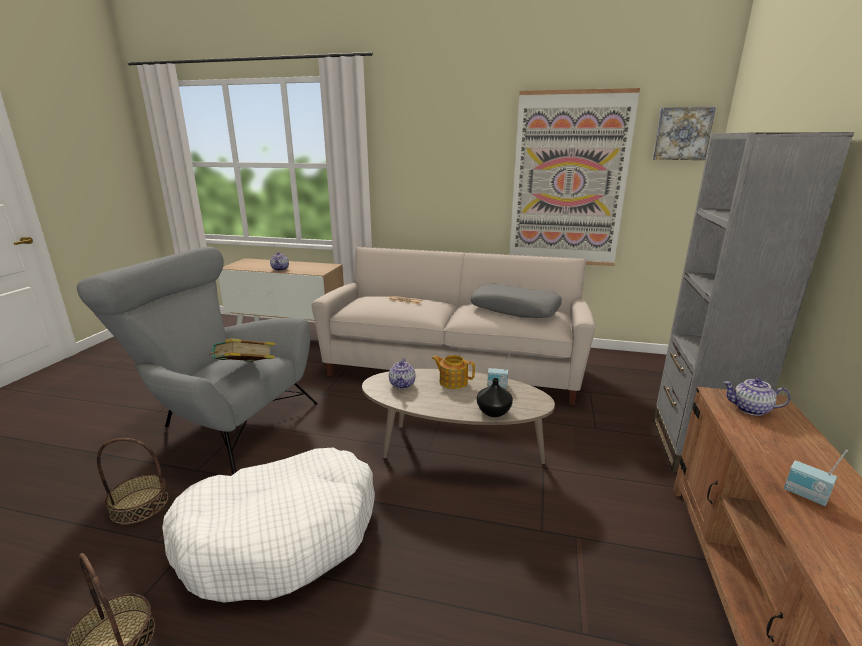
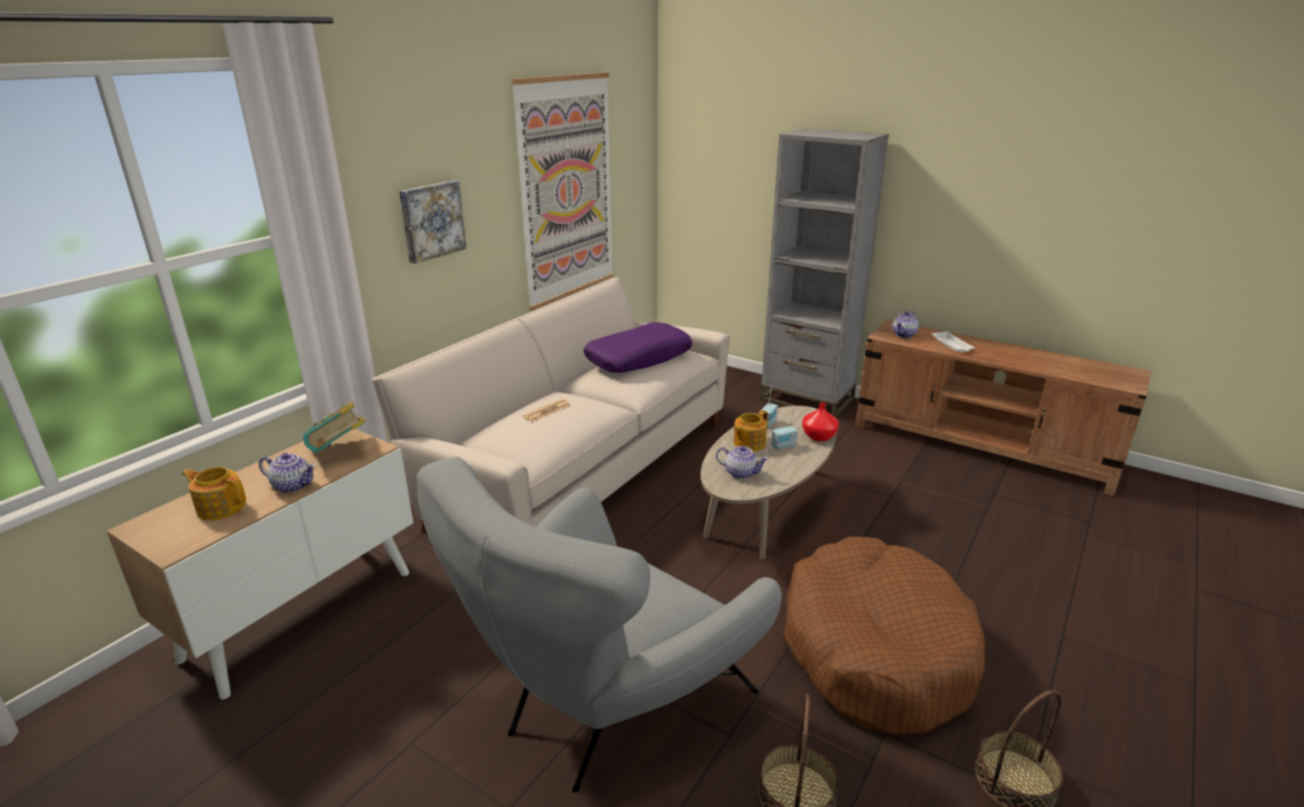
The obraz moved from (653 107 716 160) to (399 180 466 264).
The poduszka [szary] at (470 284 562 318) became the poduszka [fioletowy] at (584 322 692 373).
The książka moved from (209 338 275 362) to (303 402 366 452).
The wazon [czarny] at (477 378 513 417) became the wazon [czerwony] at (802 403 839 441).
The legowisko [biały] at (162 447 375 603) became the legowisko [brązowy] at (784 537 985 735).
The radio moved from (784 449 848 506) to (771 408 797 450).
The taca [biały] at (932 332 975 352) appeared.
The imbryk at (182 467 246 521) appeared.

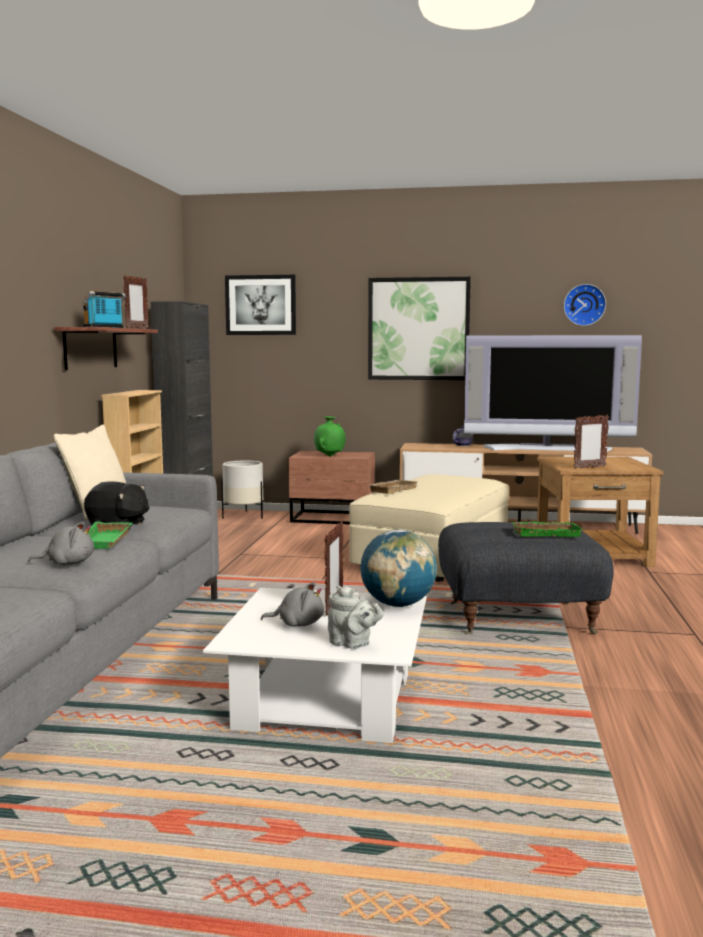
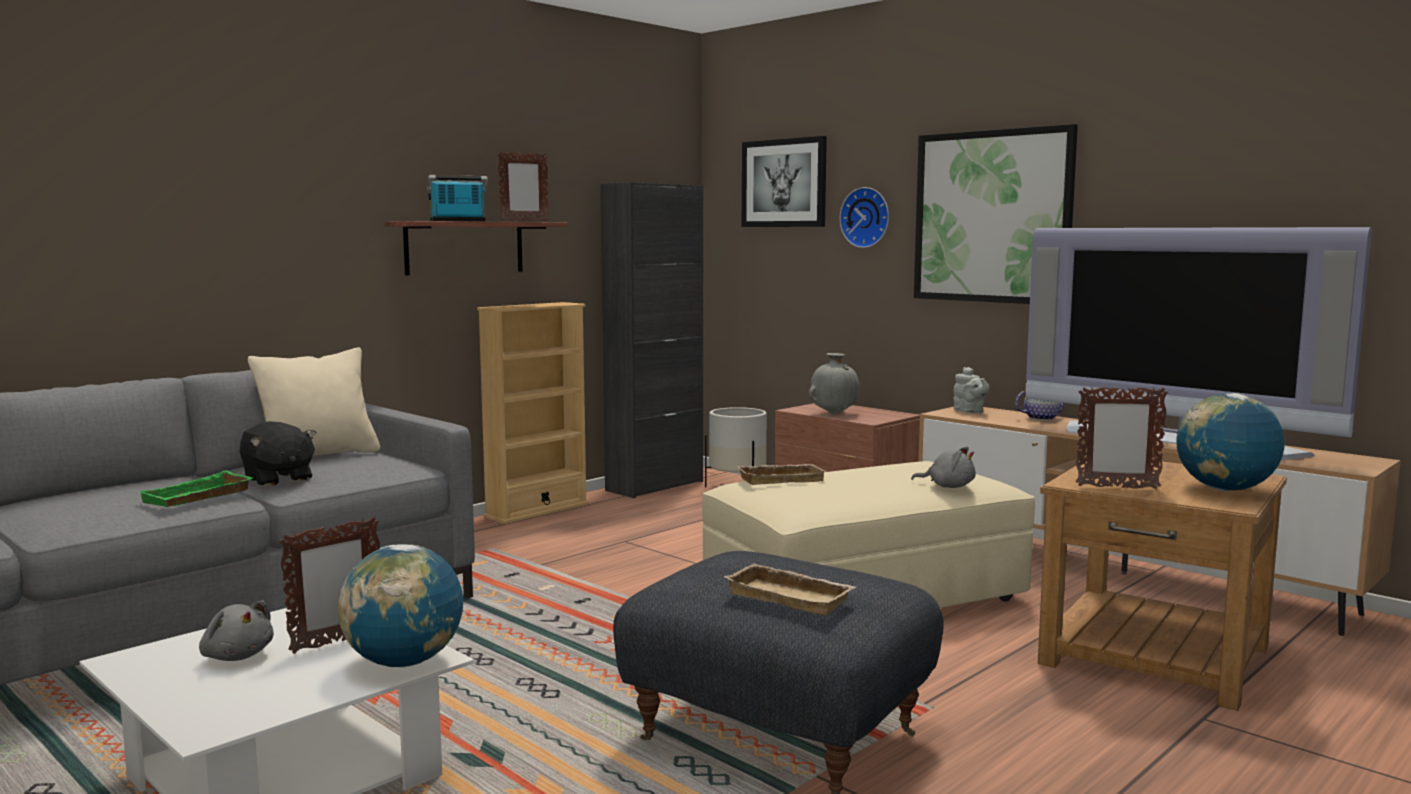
The zegar ścienny moved from (564 284 606 326) to (839 187 889 248).
The wazon [zielony] at (314 416 346 456) became the wazon [szary] at (809 353 860 415).
The pluszak [szary] moved from (28 521 94 565) to (911 446 976 488).
The taca [zielony] at (511 521 583 537) became the taca [beżowy] at (724 563 856 615).
The imbryk [szary] moved from (328 586 384 649) to (953 367 989 413).
The globus at (1176 393 1285 491) appeared.

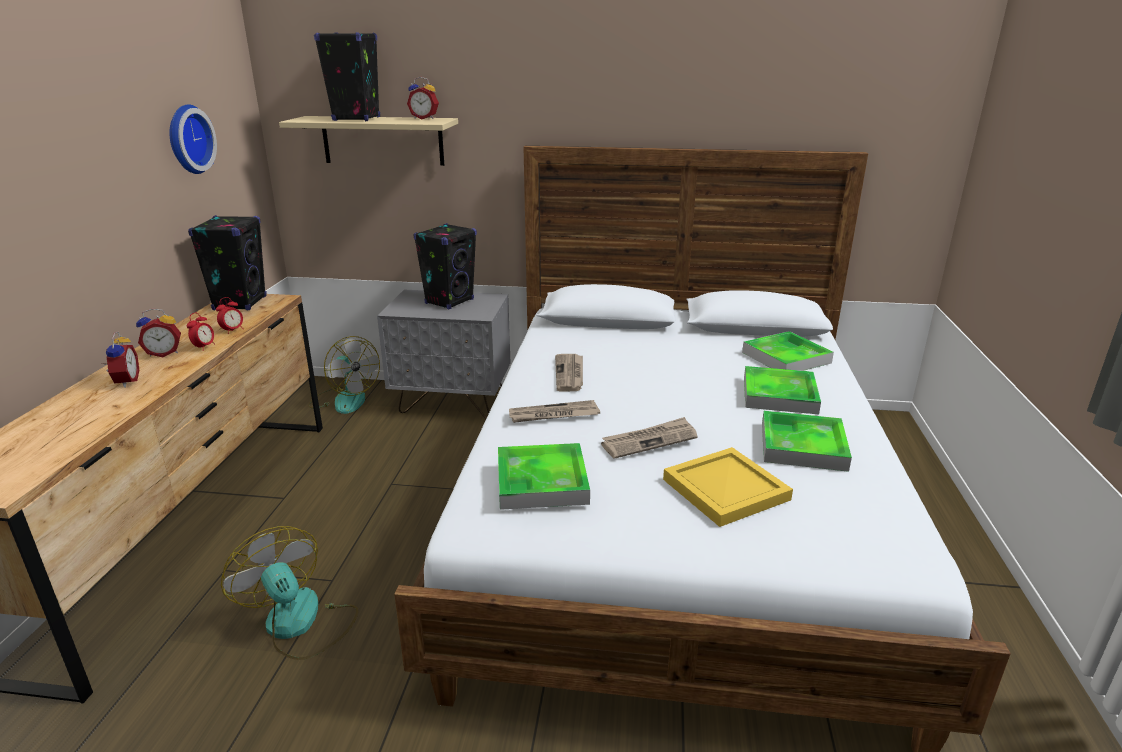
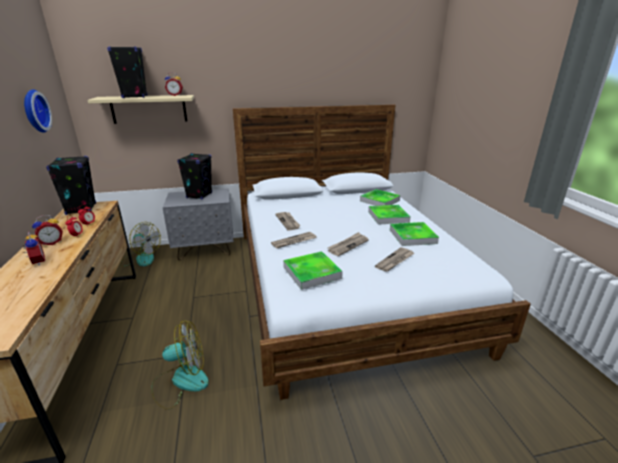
The taca [żółty] at (663 447 793 527) was replaced by the gazeta at (375 247 415 272).
The wentylator at (221 526 358 660) turned 135 degrees clockwise.

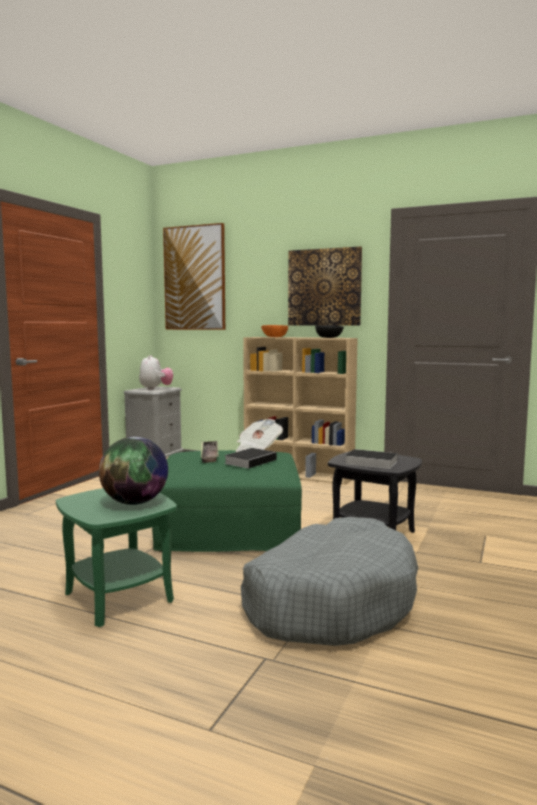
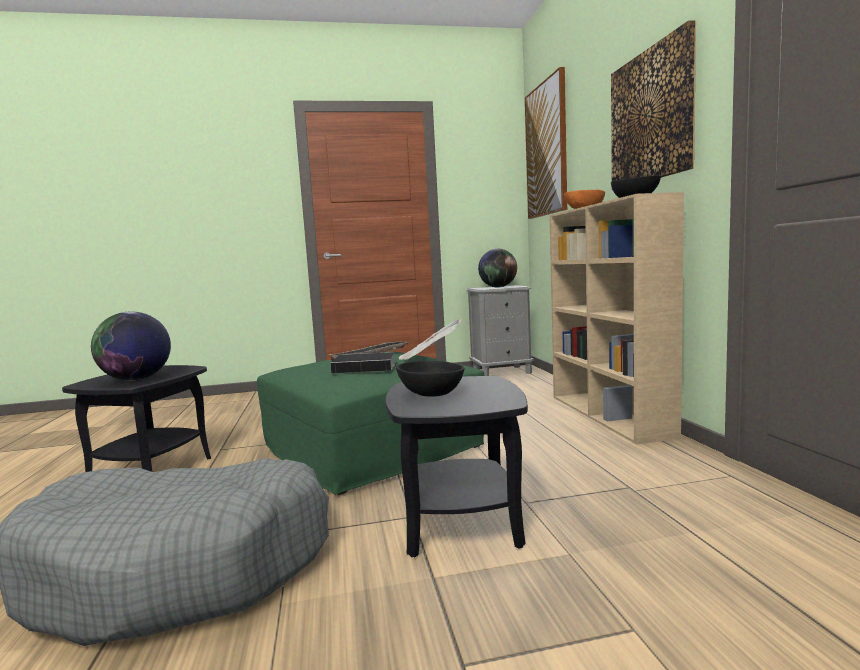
The pluszak at (139 355 173 390) was replaced by the globus at (478 249 517 288).
The książka at (345 449 398 469) was replaced by the miska [czarny] at (396 361 464 397).
The stolik [zielony] at (56 488 177 627) became the stolik [czarny] at (62 365 211 472).

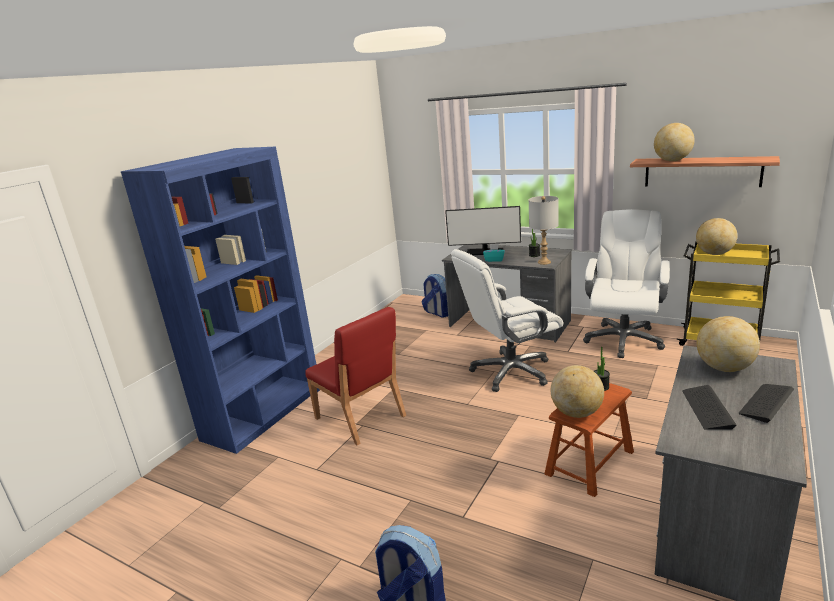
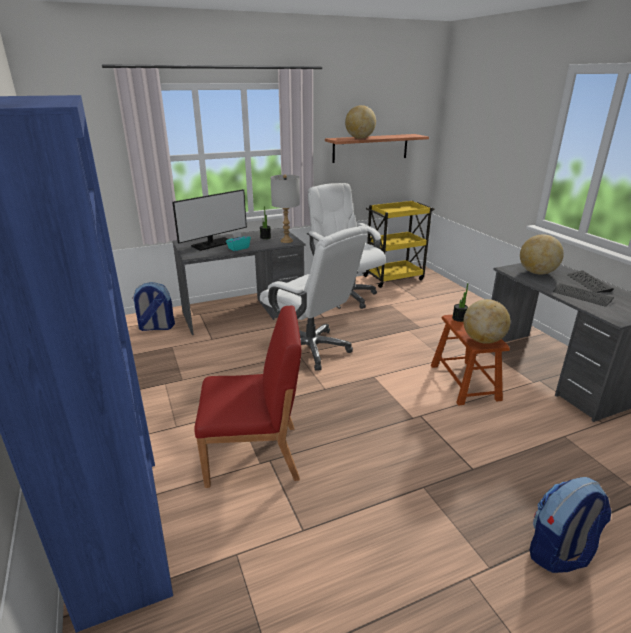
The globus at (696 218 737 255) disappeared.
The krzesło biurowe [biały] at (451 249 563 392) turned 60 degrees counterclockwise.

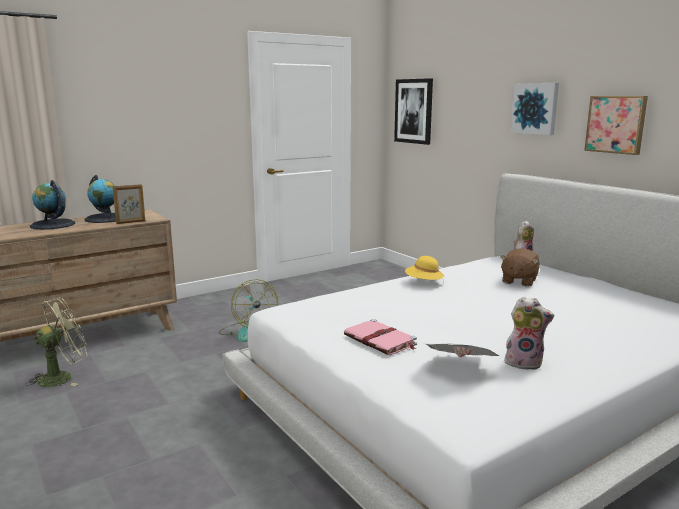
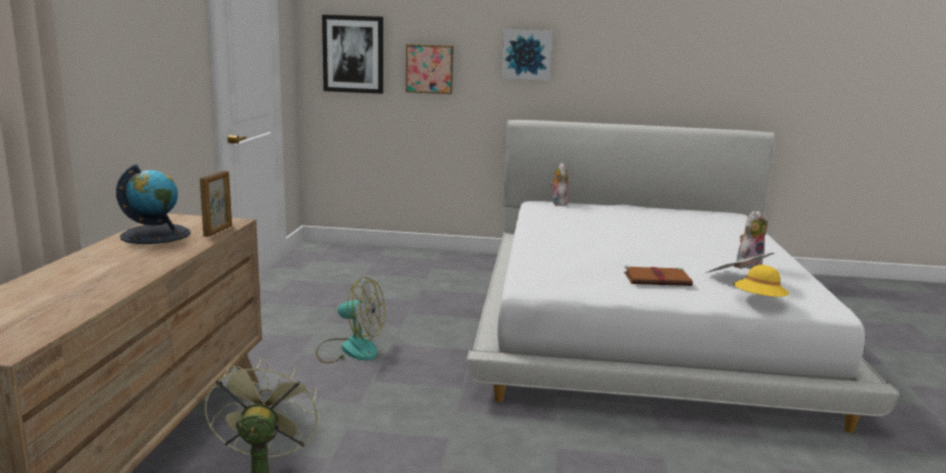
The obraz moved from (584 96 648 155) to (406 44 454 94).
The globus at (30 180 75 230) disappeared.
The pluszak [brązowy] at (500 248 540 287) disappeared.
The kapelusz [żółty] moved from (405 256 444 280) to (733 265 789 297).
The książka [różowy] at (344 319 417 355) became the książka [brązowy] at (624 266 693 286).

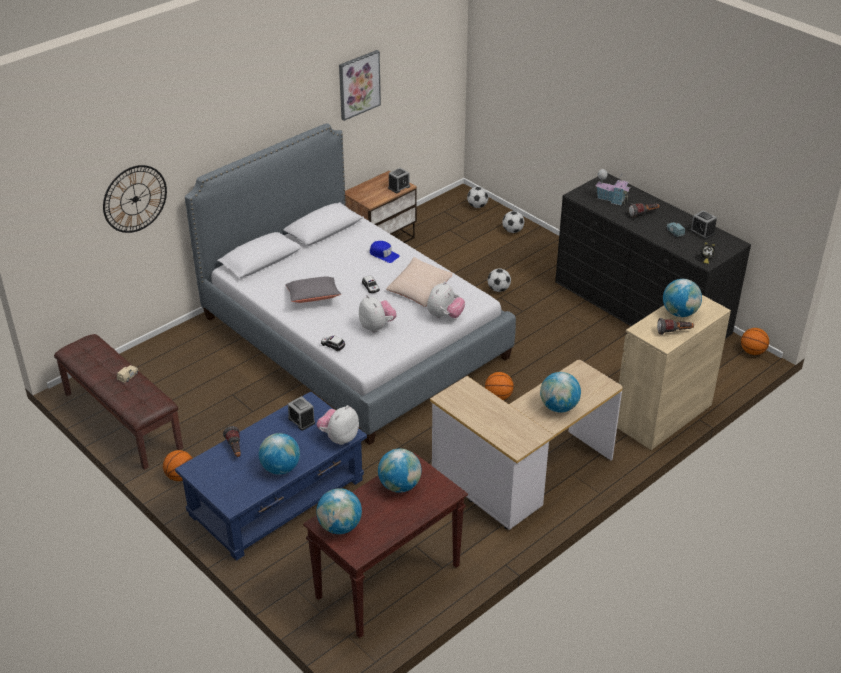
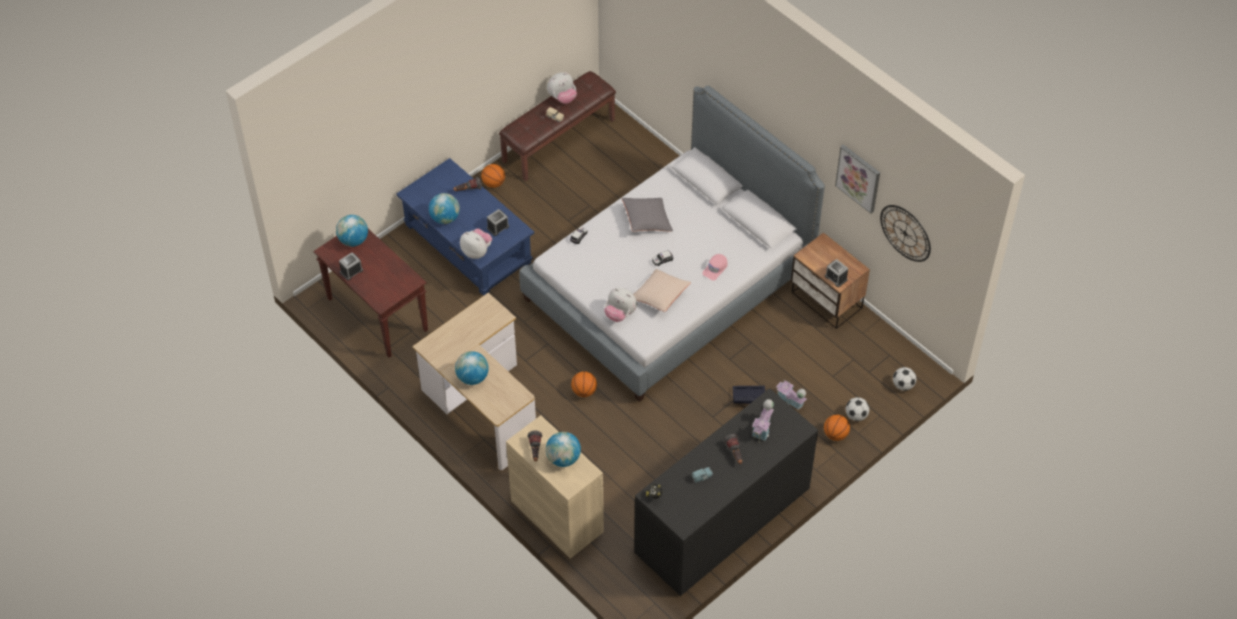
The zegar ścienny moved from (103 165 167 233) to (880 205 931 262).
The budzik moved from (690 210 717 240) to (339 252 363 280).
The czapka z daszkiem [niebieski] at (370 241 400 263) became the czapka z daszkiem [różowy] at (702 254 728 281).
The piłka futbolowa at (488 268 511 292) was replaced by the pojemnik do przechowywania [czarny] at (733 386 765 404).
The pluszak moved from (359 295 396 332) to (547 72 577 104).
The piłka do koszykówki moved from (741 328 769 355) to (824 415 850 441).
The globus at (378 448 422 493) disappeared.
The domek at (776 379 807 410) appeared.

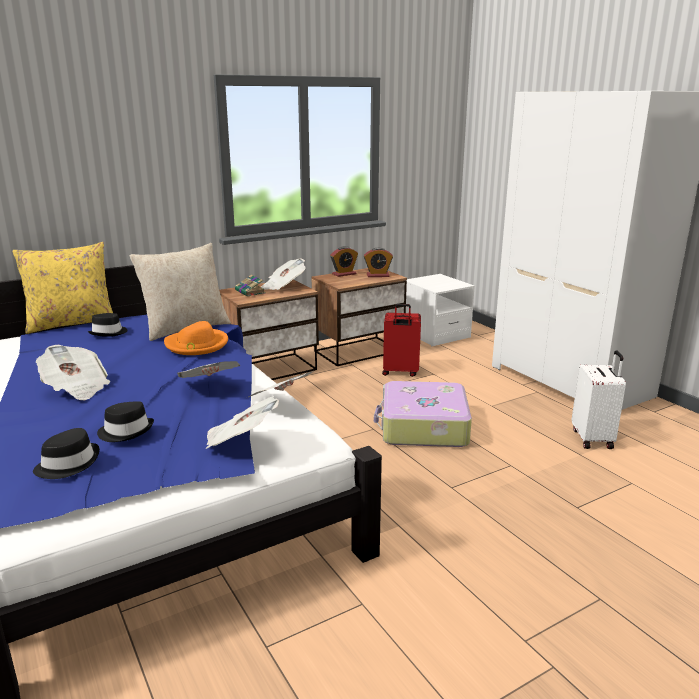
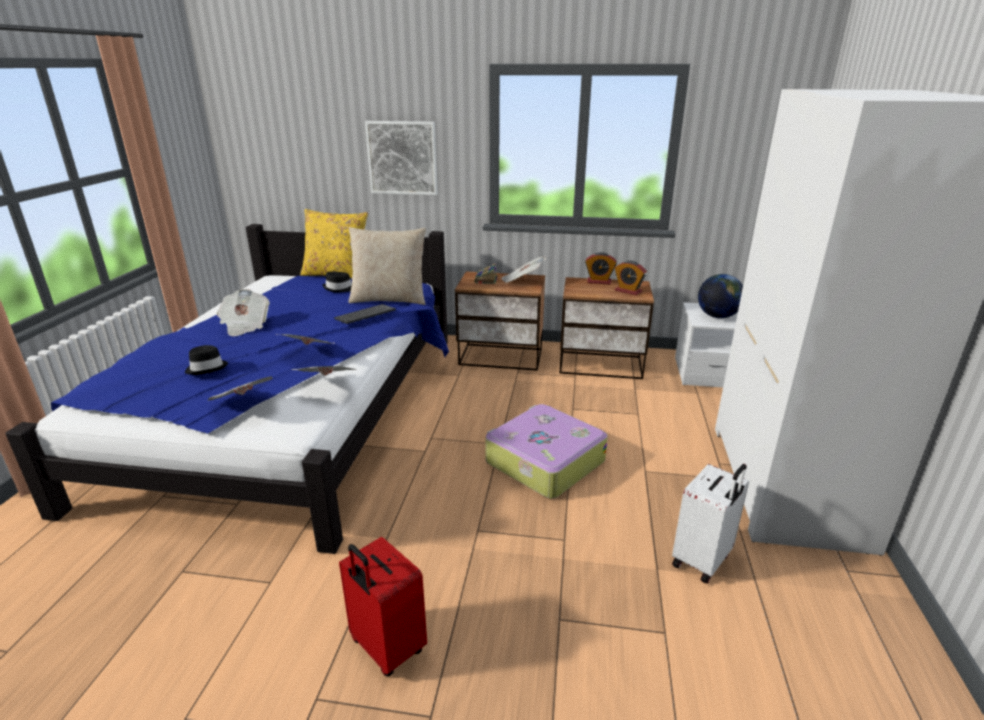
The walizka [czerwony] moved from (382 304 421 377) to (339 537 427 677).
The kapelusz [pomarańczowy] at (164 321 228 355) was replaced by the klawiatura at (334 304 396 324).
The kapelusz [czarny] at (33 428 100 479) disappeared.
The obraz at (365 121 438 195) appeared.
The globus at (698 274 743 318) appeared.

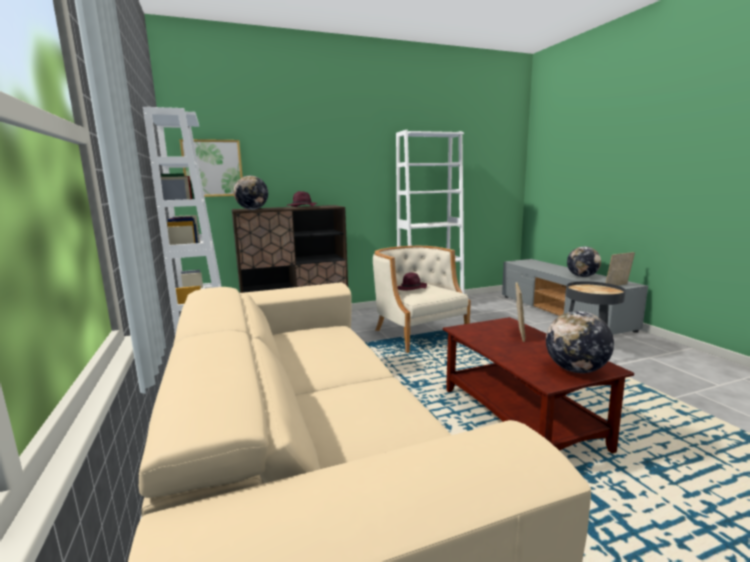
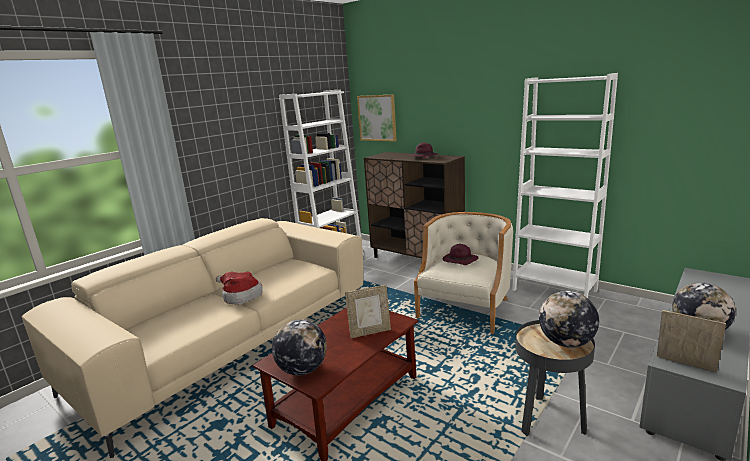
The globus moved from (234 176 268 210) to (539 291 599 348).
The kapelusz at (216 272 263 305) appeared.

